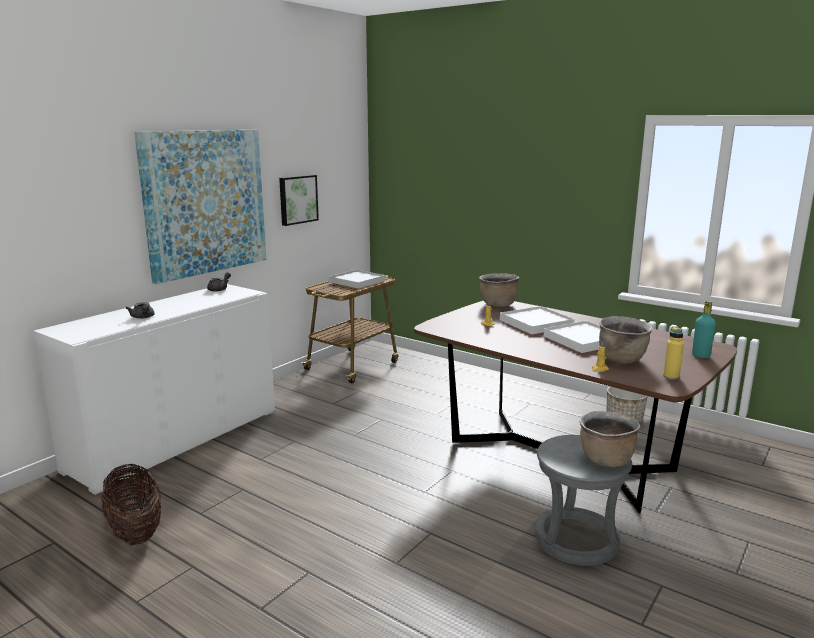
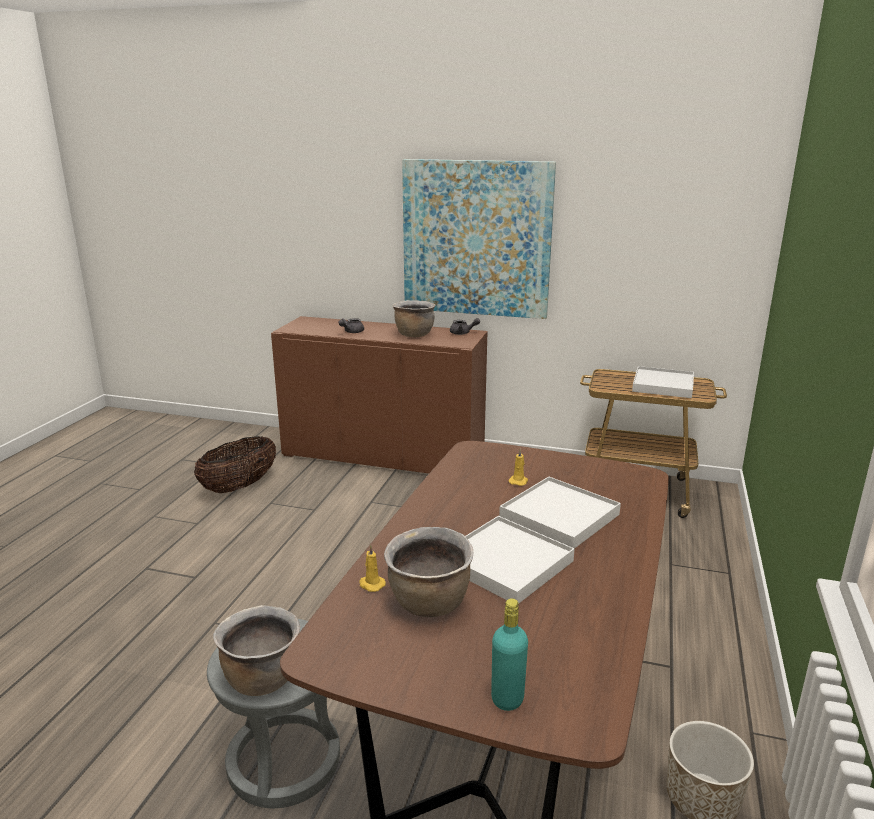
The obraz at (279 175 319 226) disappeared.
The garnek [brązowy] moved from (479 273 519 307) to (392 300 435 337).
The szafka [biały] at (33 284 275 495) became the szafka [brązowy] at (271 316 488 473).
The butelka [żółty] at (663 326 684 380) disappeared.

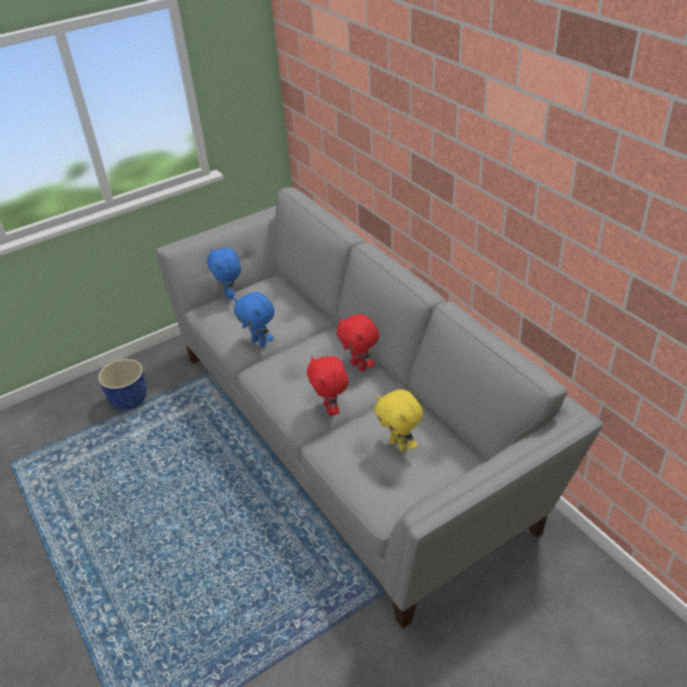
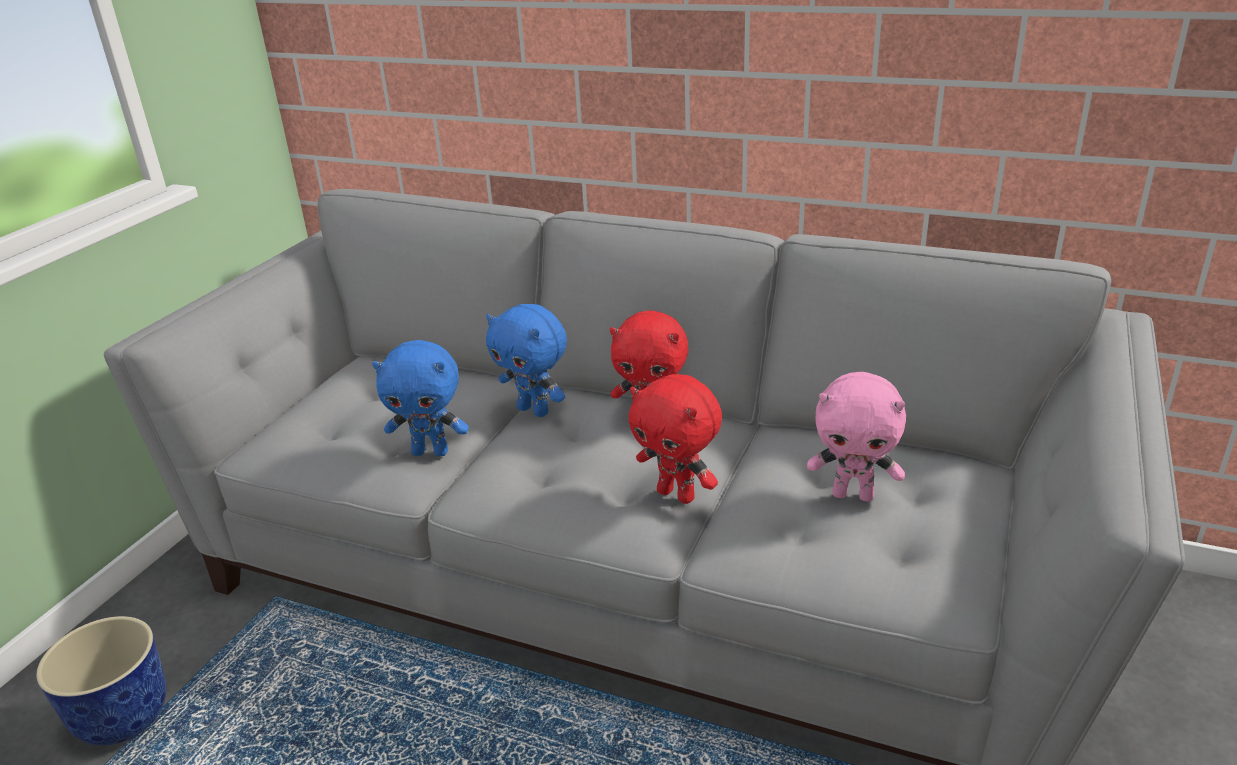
The pluszak [niebieski] moved from (207 248 241 300) to (486 304 567 417).
The pluszak [żółty] at (375 389 423 452) became the pluszak [różowy] at (807 372 906 502).

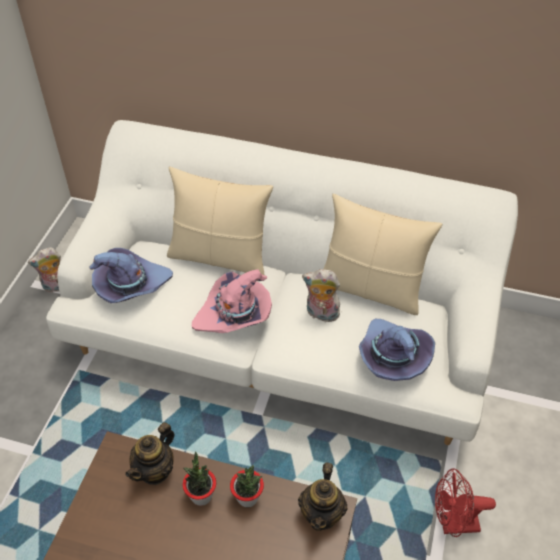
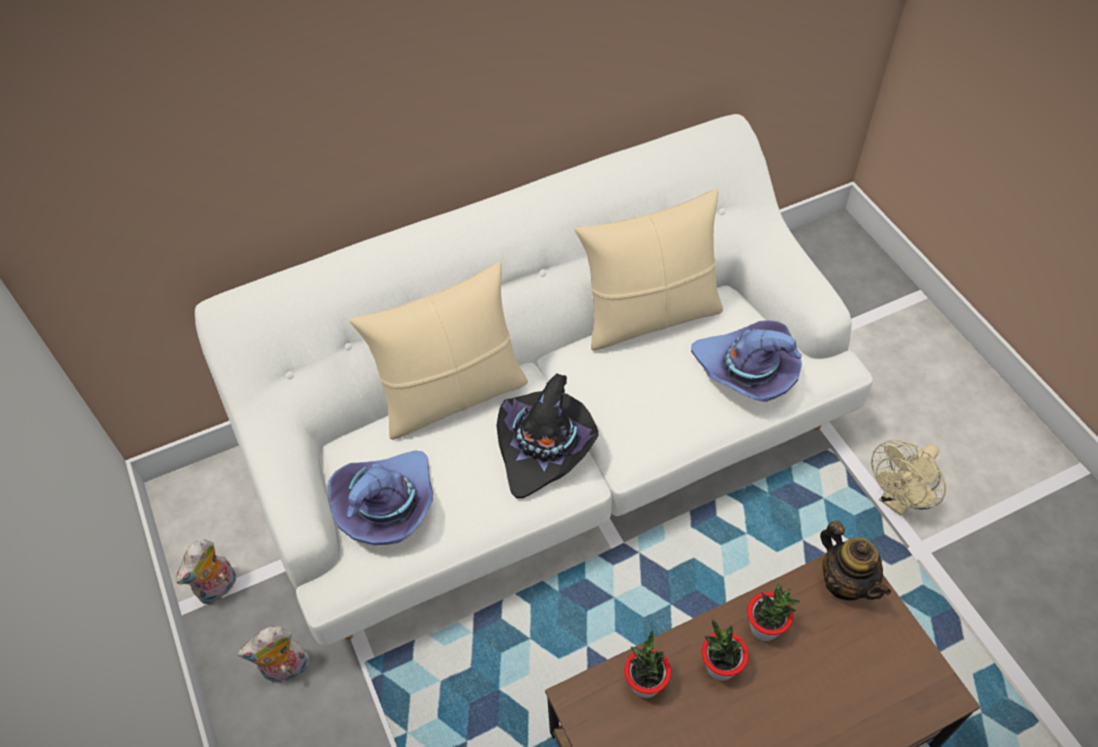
The pluszak moved from (302 269 340 322) to (237 626 309 683).
The kapelusz [różowy] at (192 270 272 333) became the kapelusz [czarny] at (496 373 599 498).
The imbryk at (125 422 175 485) was replaced by the roślina doniczkowa at (624 630 671 698).
The wentylator [czerwony] at (435 469 496 537) became the wentylator [beżowy] at (871 440 946 516).

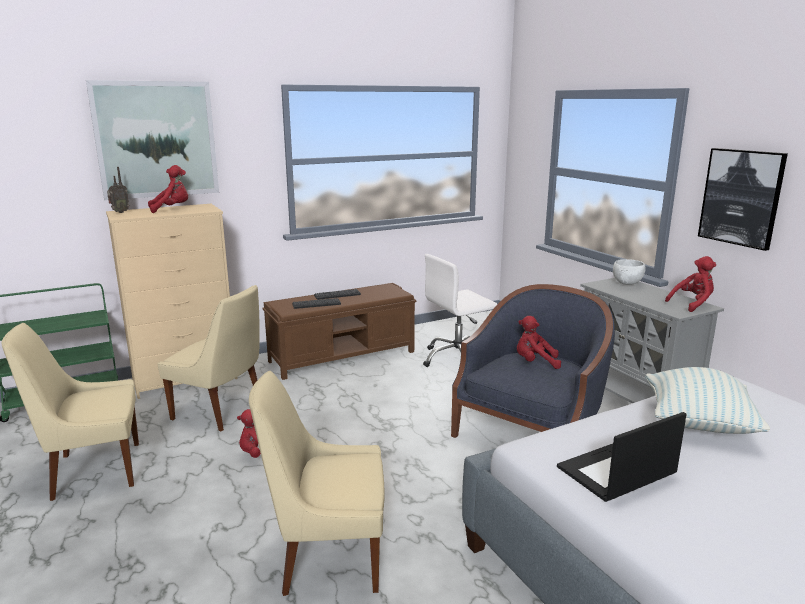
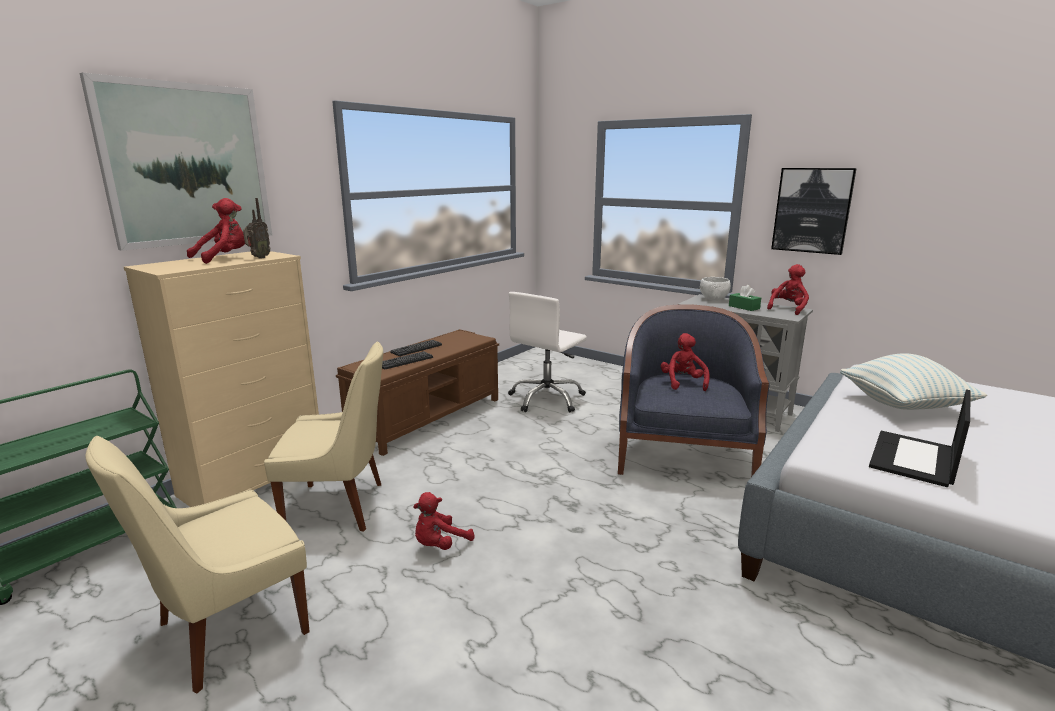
The radio moved from (107 167 129 213) to (243 198 271 259).
The pluszak [czerwony] at (517 316 561 369) turned 105 degrees clockwise.
The krzesło [beżowy] at (249 371 385 596) disappeared.
The pudełko chusteczek [zielony] at (729 285 761 311) appeared.

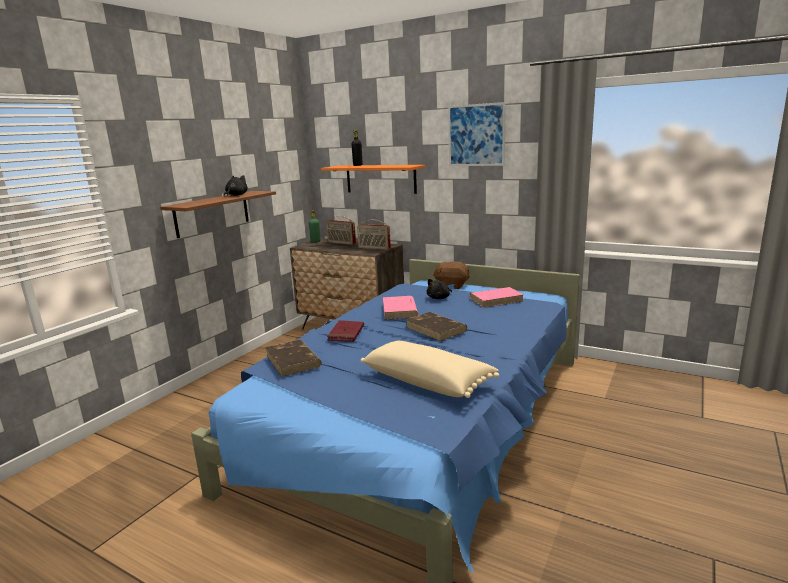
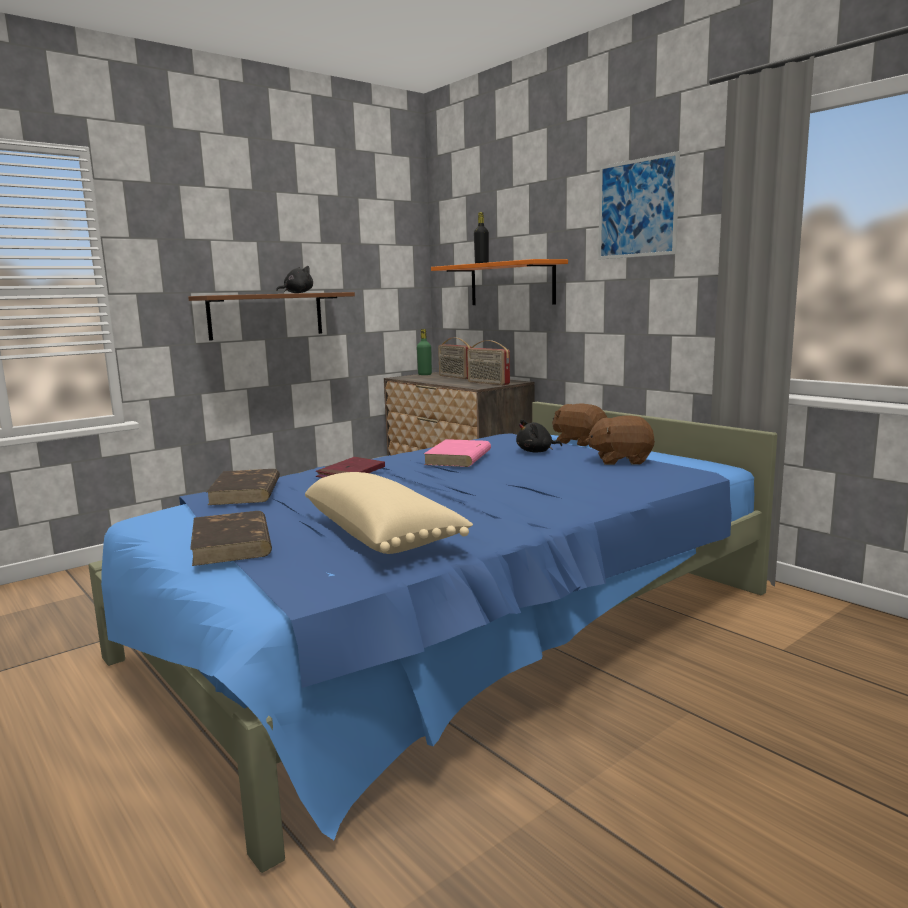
The książka [różowy] at (470 287 524 308) was replaced by the pluszak [brązowy] at (585 415 655 465).
The książka [brązowy] moved from (406 312 467 341) to (190 511 272 566).

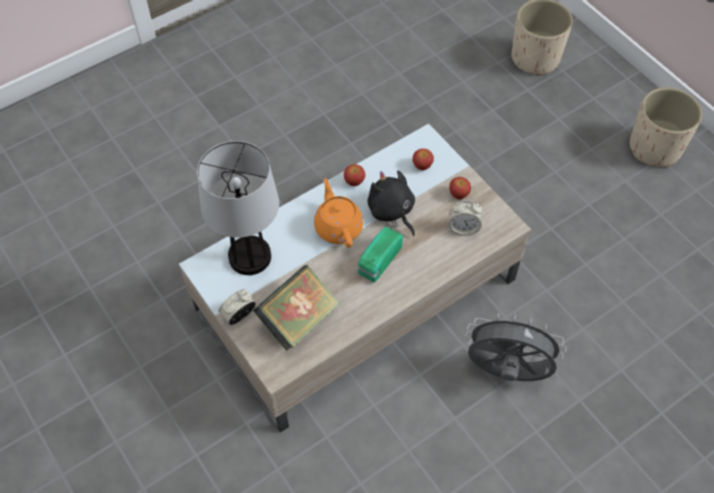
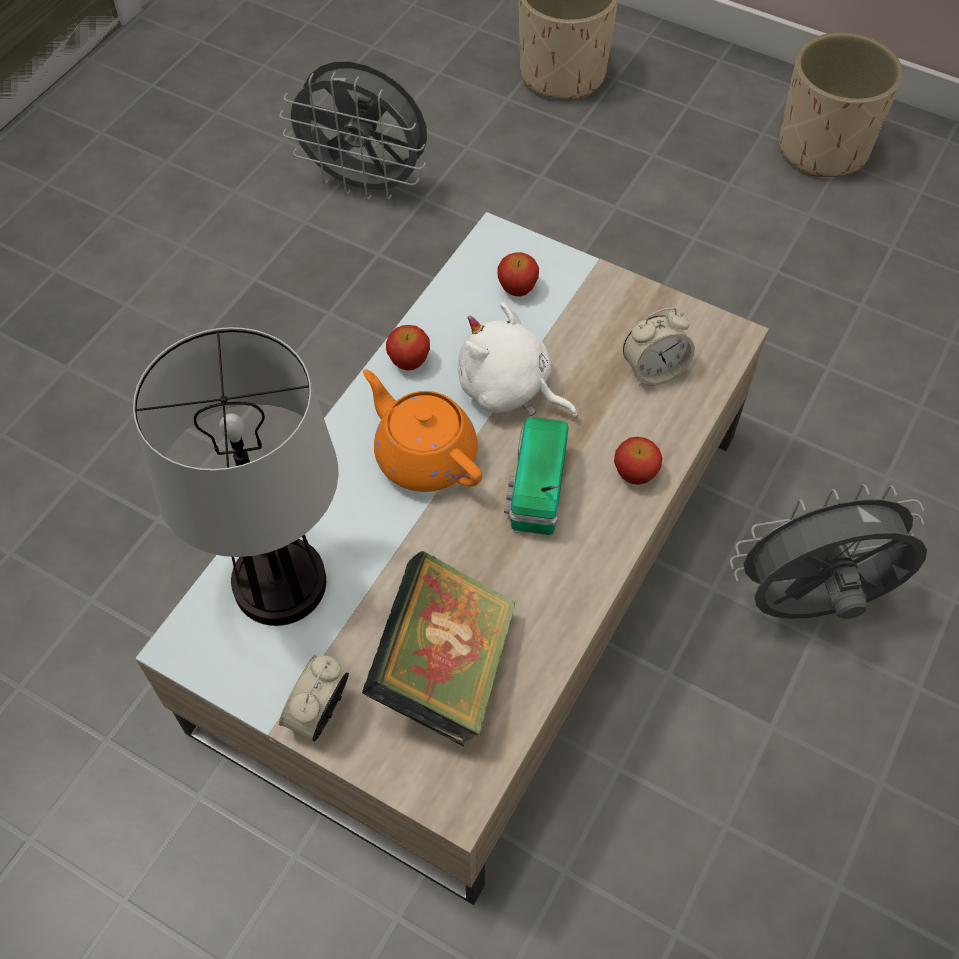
The pluszak [czarny] at (367 170 415 236) became the pluszak [biały] at (458 302 578 418).
The jabłko moved from (449 177 471 199) to (614 437 662 485).
The wentylator [szary] at (279 61 427 201) appeared.

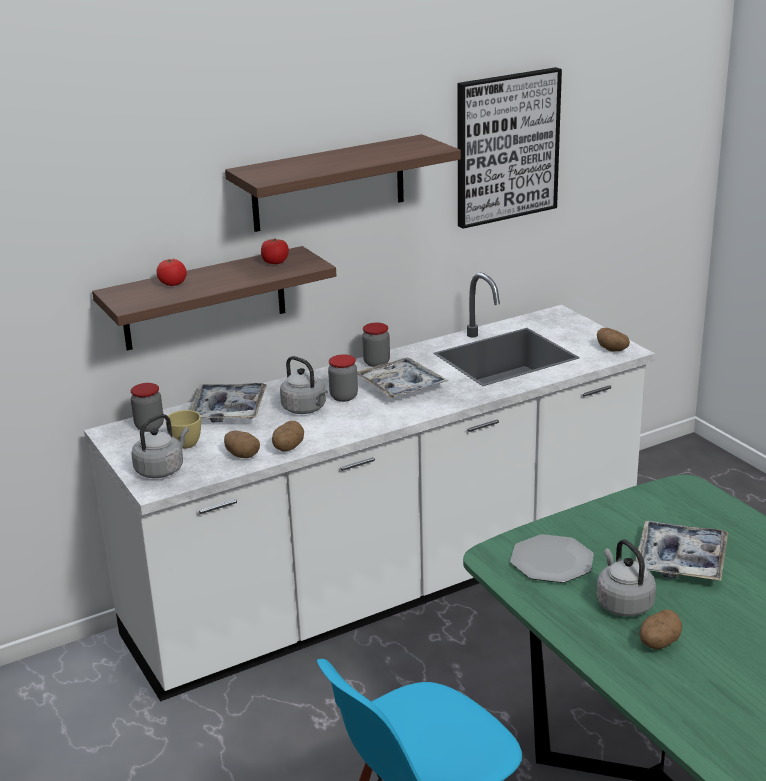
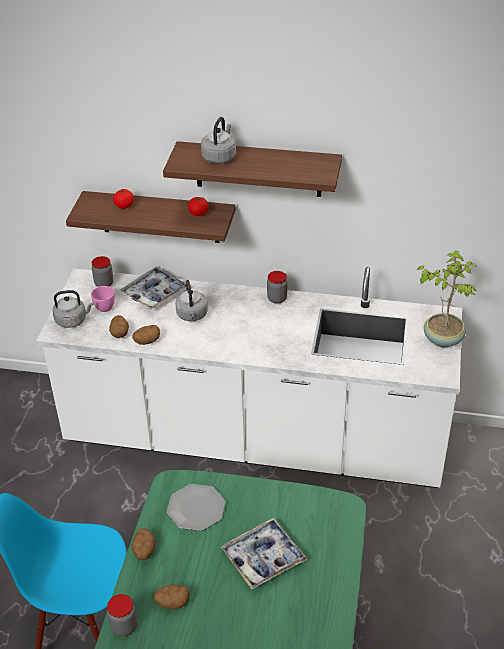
The obraz at (457 67 562 229) disappeared.
The ziemniak moved from (597 328 630 351) to (132 528 156 560).
The słoik moved from (328 354 358 402) to (107 594 137 636).
The taca at (357 358 448 399) disappeared.
The filiżanka [żółty] at (165 410 201 449) became the filiżanka [różowy] at (91 286 115 312).
The czajnik [szary] moved from (596 539 656 616) to (201 117 236 164).
The roślina doniczkowa at (417 251 478 348) appeared.

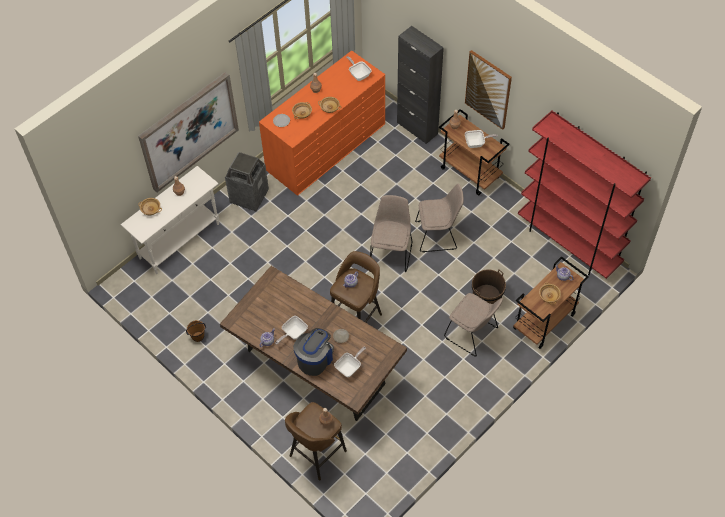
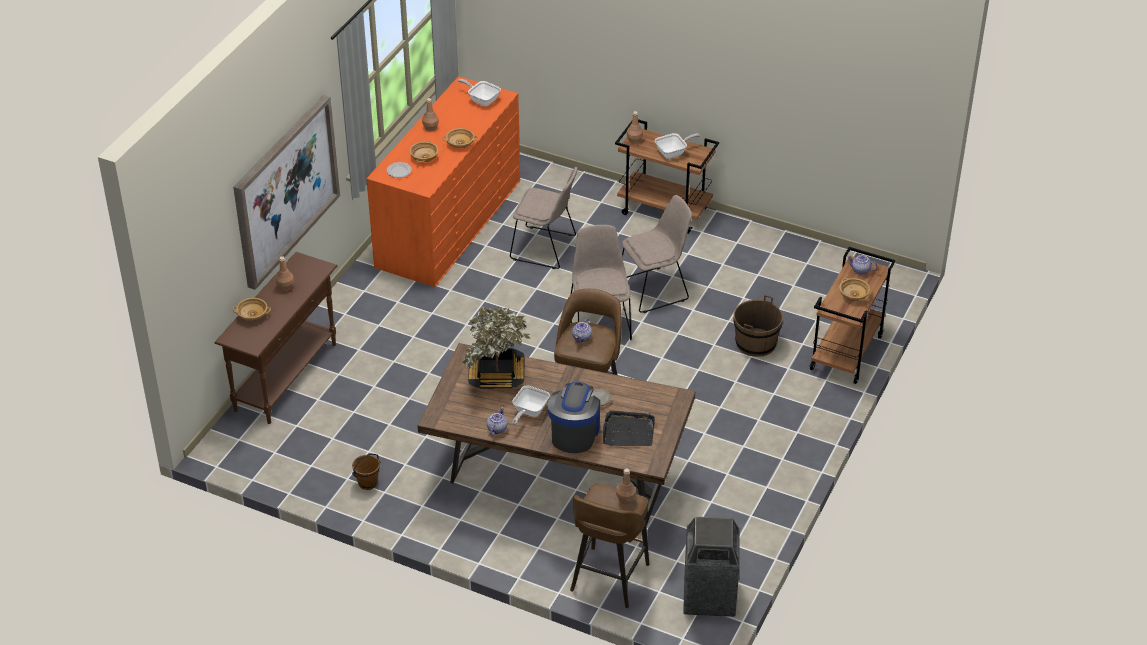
The szafka [czarny] at (397 26 444 144) disappeared.
The obraz at (465 50 512 130) disappeared.
The regał [czerwony] at (518 111 651 279) disappeared.
The kosz na śmieci moved from (225 152 269 211) to (683 517 739 617).
The stolik konsolowy [biały] at (121 166 219 274) became the stolik konsolowy [brązowy] at (215 252 337 424).
The krzesło [beżowy] moved from (444 293 503 357) to (510 167 578 269).
The patelnia at (334 347 366 377) was replaced by the taca [czarny] at (603 411 655 446).
The roślina doniczkowa at (463 307 531 388) appeared.

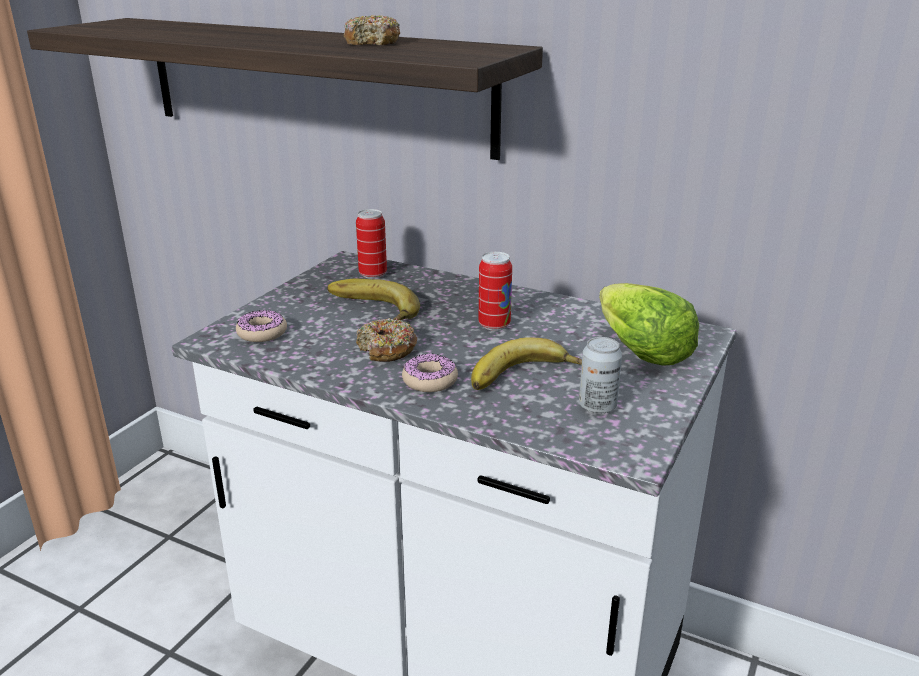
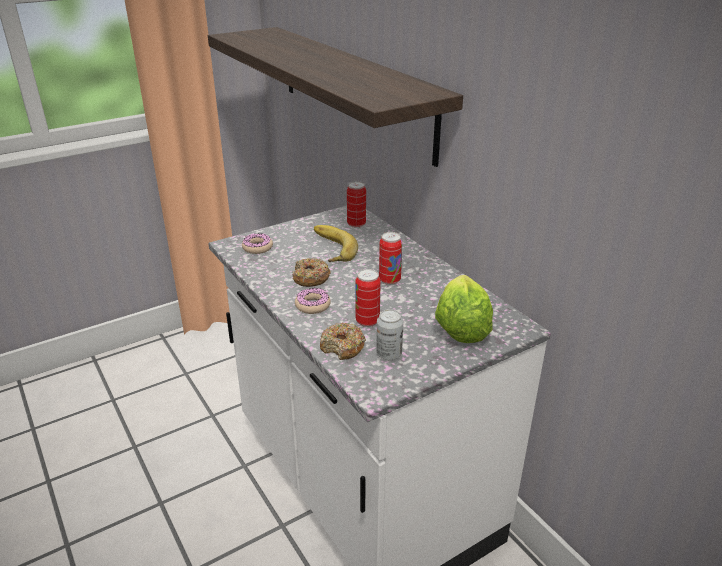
The donut moved from (344 15 400 45) to (320 323 366 360).
The banan at (471 337 582 390) was replaced by the puszka at (355 269 381 327).

